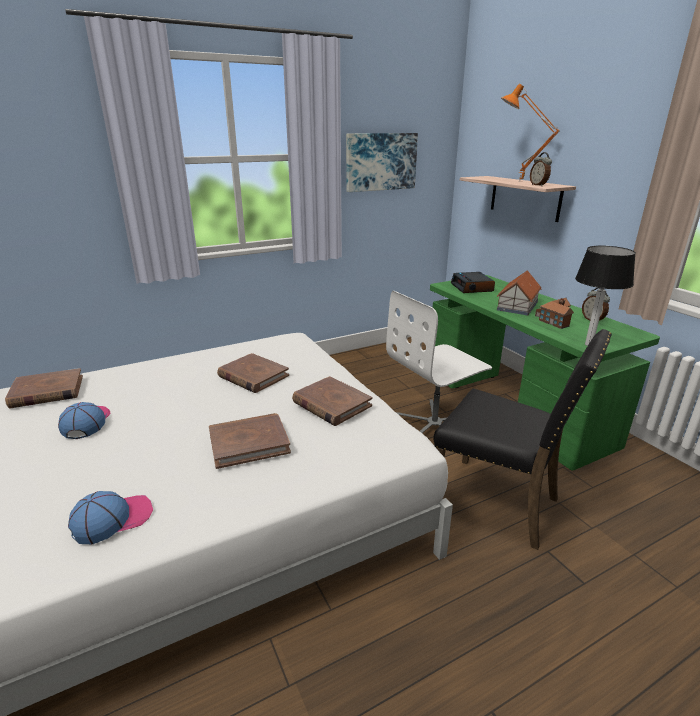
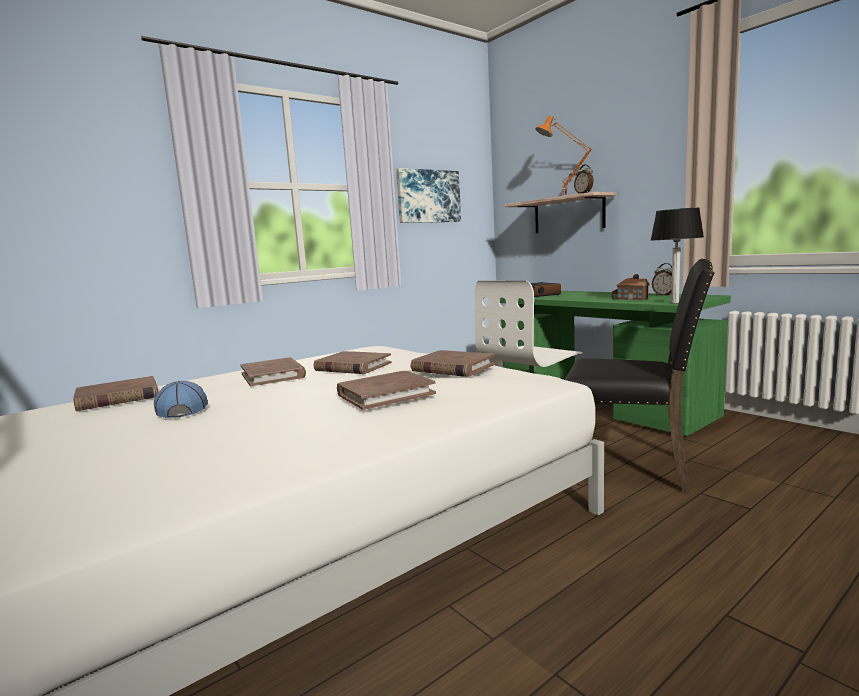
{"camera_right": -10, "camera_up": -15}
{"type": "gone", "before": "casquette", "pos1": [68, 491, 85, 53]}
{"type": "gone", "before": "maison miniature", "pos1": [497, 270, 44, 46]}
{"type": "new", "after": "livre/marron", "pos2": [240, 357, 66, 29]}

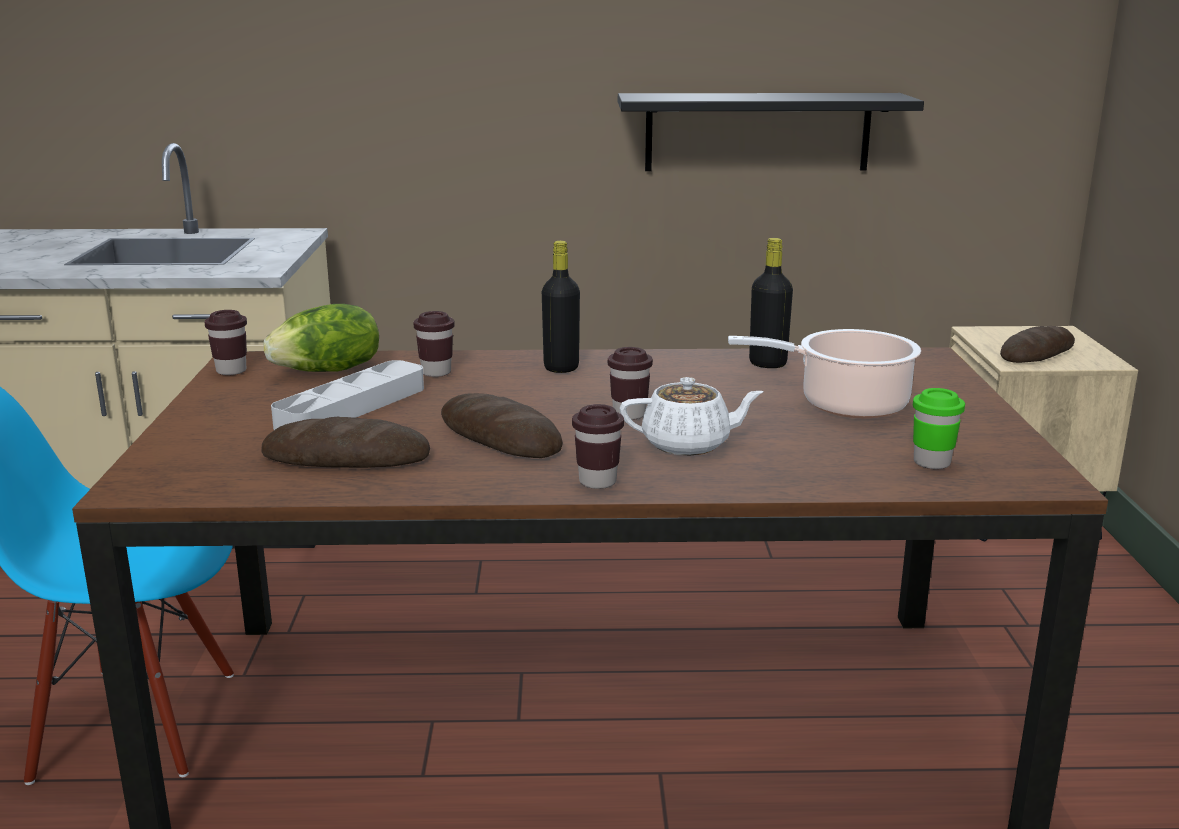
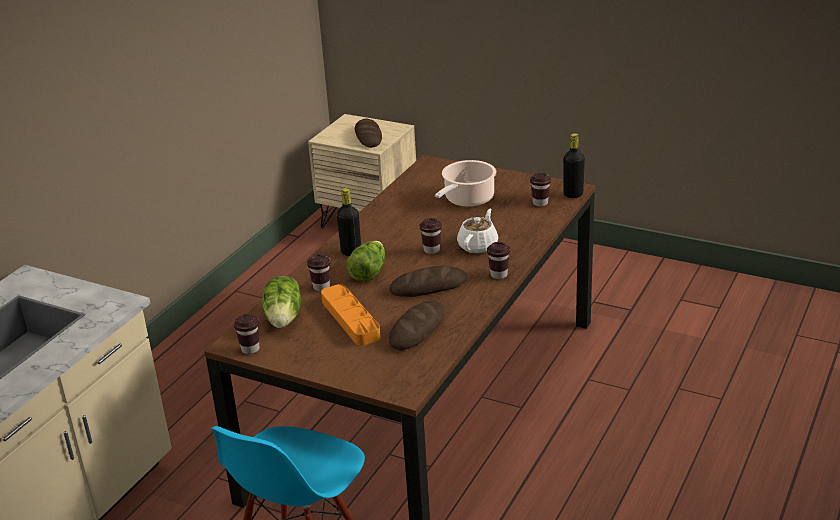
{"camera_right": -60, "camera_up": 10}
{"type": "gone", "before": "étagère/noir", "pos1": [618, 93, 306, 78]}
{"type": "new", "after": "laitue", "pos2": [346, 241, 40, 40]}
{"type": "shifted", "before": "bouteille/noir", "pos1": [749, 238, 44, 130], "pos2": [563, 133, 22, 65]}
{"type": "repainted", "before": "plateau/gris", "after": "plateau/orange", "pos1": [271, 360, 153, 70], "pos2": [321, 284, 60, 62]}
{"type": "repainted", "before": "tasse/vert", "after": "tasse/marron", "pos1": [913, 388, 52, 81], "pos2": [530, 173, 21, 34]}

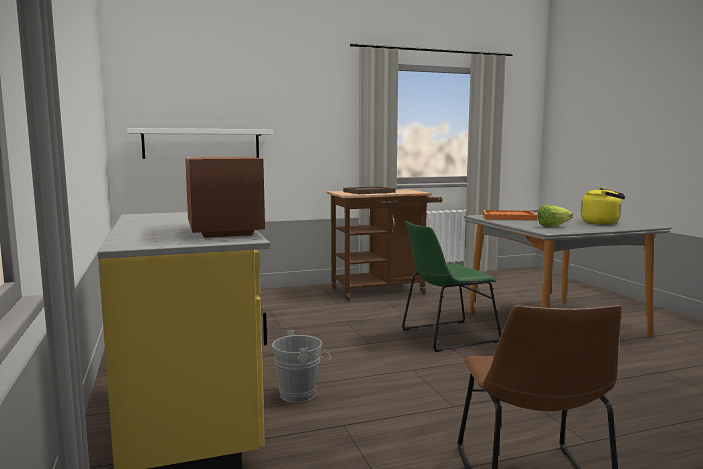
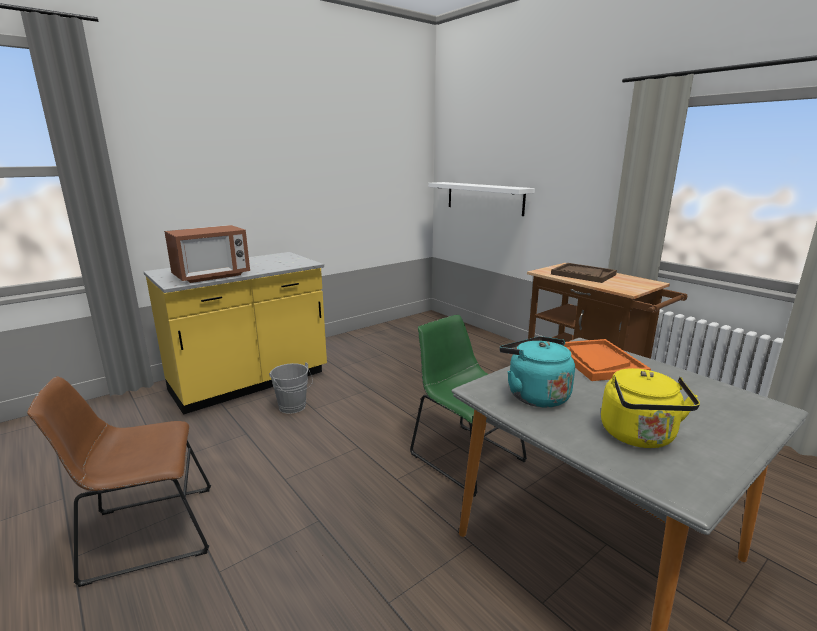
{"camera_right": 70, "camera_up": 10}
{"type": "swapped", "before": "laitue", "after": "bouilloire/turquoise", "pos1": [538, 205, 35, 22], "pos2": [499, 336, 76, 72]}

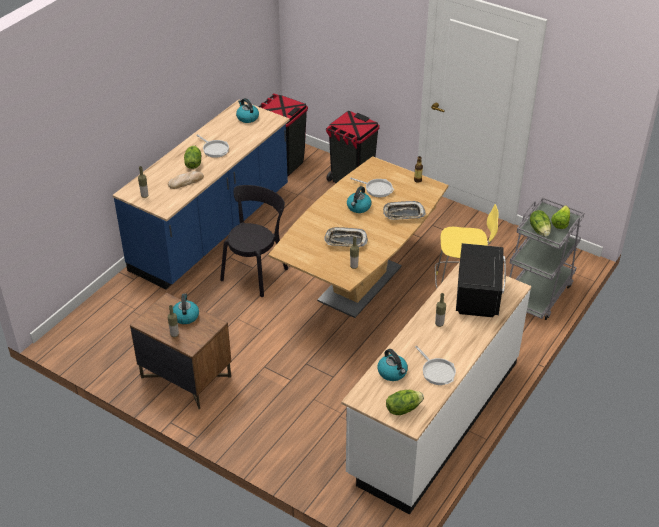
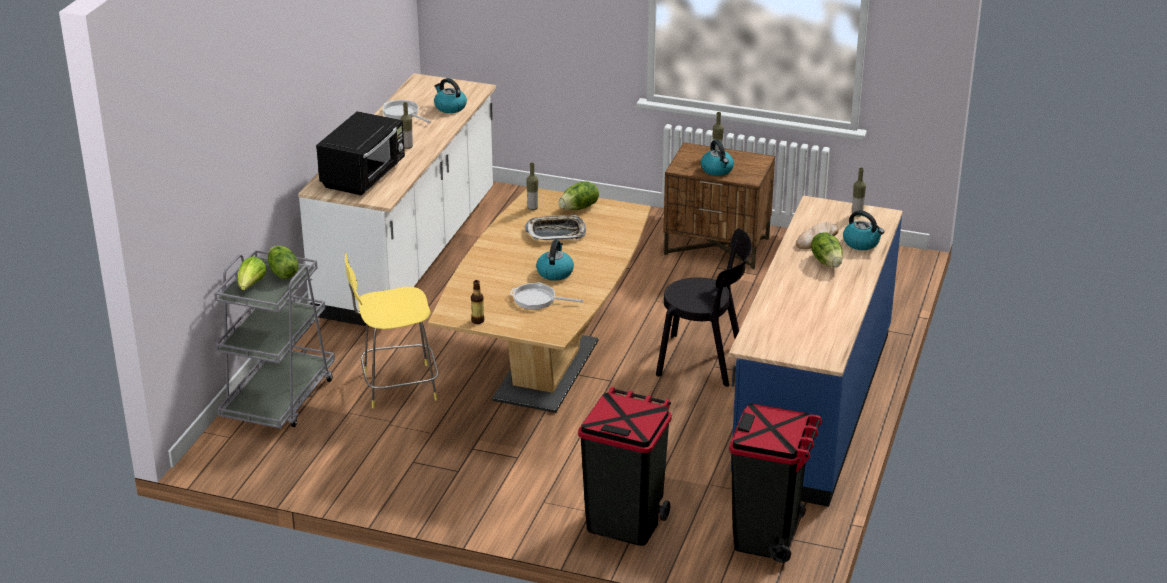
{"camera_right": 165, "camera_up": -10}
{"type": "gone", "before": "poêle", "pos1": [196, 134, 33, 24]}
{"type": "gone", "before": "plateau", "pos1": [383, 201, 43, 19]}
{"type": "shifted", "before": "bouilloire", "pos1": [236, 98, 23, 25], "pos2": [843, 210, 41, 40]}
{"type": "shifted", "before": "laitue", "pos1": [386, 390, 38, 25], "pos2": [559, 181, 40, 29]}
{"type": "rotated", "before": "chaise/noir", "pos1": [220, 185, 68, 112], "pos2": [656, 228, 96, 159], "turn": -90}
{"type": "rotated", "before": "micro-ondes/noir", "pos1": [456, 243, 50, 74], "pos2": [316, 111, 89, 84], "turn": -150}

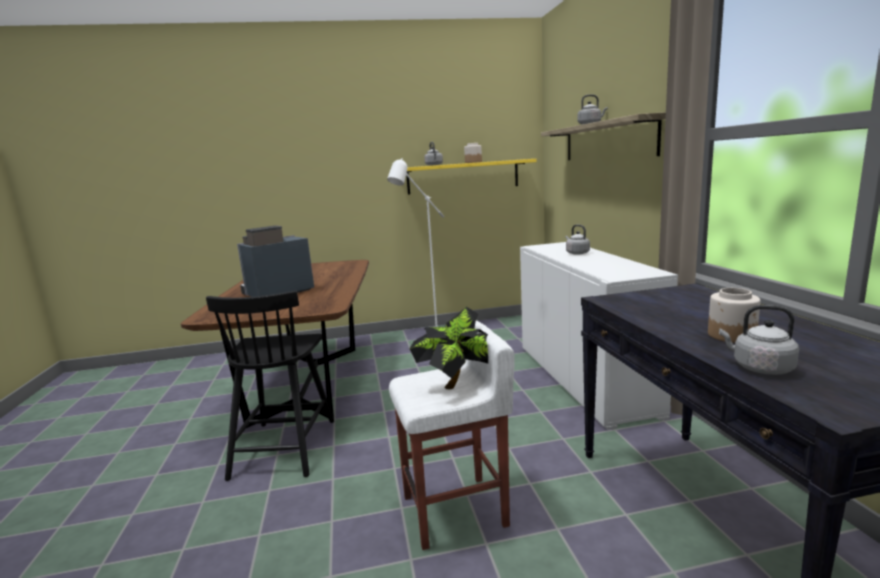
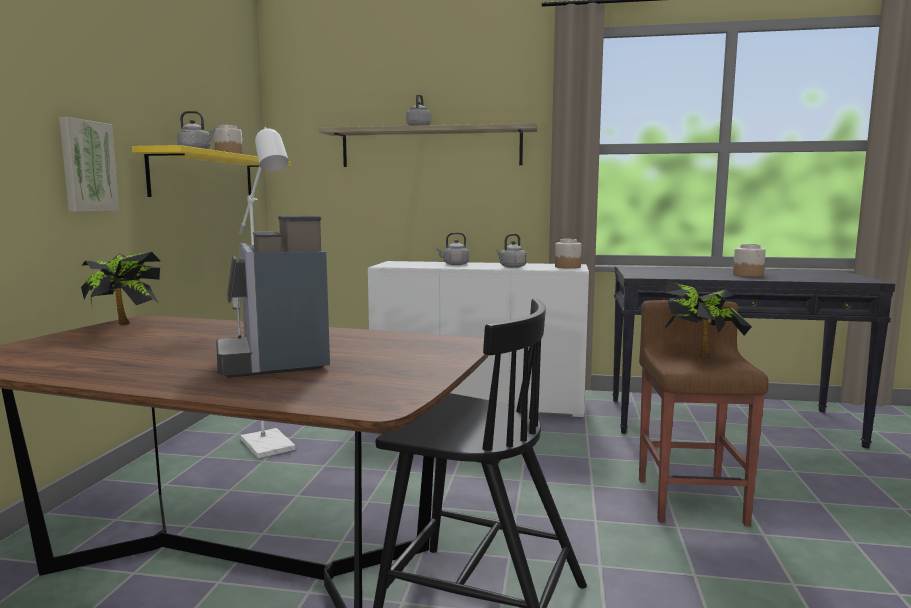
{"camera_right": -70, "camera_up": -5}
{"type": "new", "after": "tableau", "pos2": [59, 117, 60, 95]}
{"type": "new", "after": "plante en pot", "pos2": [81, 252, 79, 73]}
{"type": "new", "after": "bocal", "pos2": [555, 239, 27, 30]}
{"type": "shifted", "before": "bouilloire/gris", "pos1": [719, 305, 80, 70], "pos2": [496, 234, 31, 34]}
{"type": "repainted", "before": "tabouret/blanc", "after": "tabouret/marron", "pos1": [389, 321, 126, 229], "pos2": [639, 300, 130, 226]}

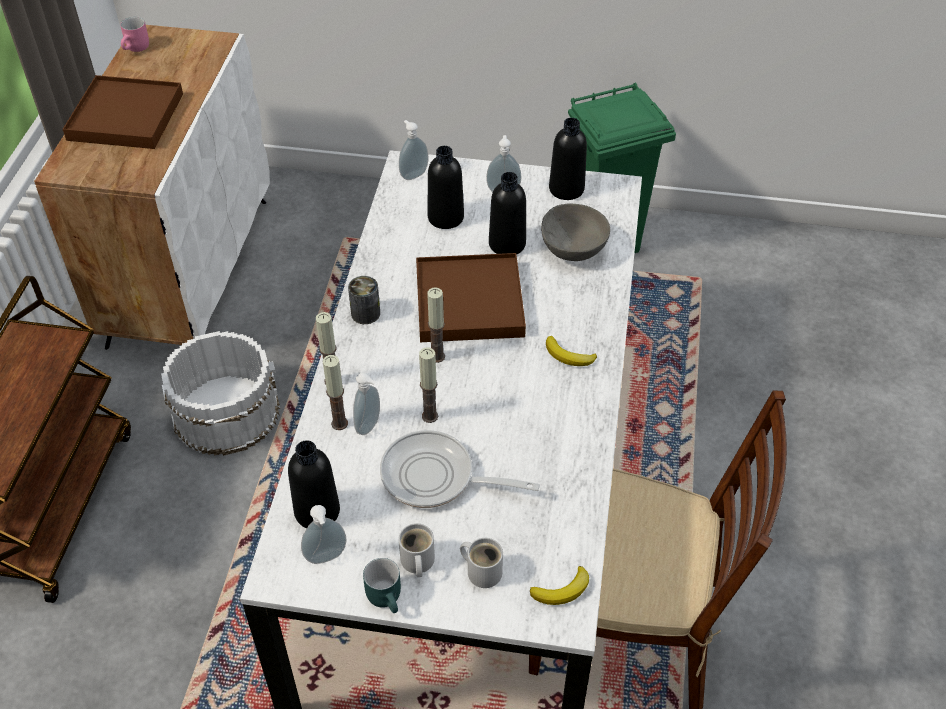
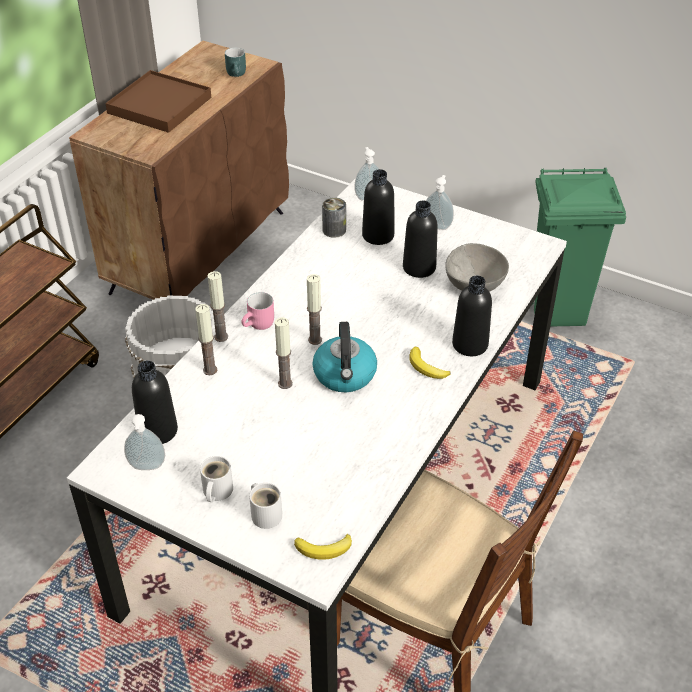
{"camera_right": 20, "camera_up": -5}
{"type": "gone", "before": "distributeur de savon", "pos1": [353, 372, 27, 63]}
{"type": "gone", "before": "poêle", "pos1": [380, 430, 160, 78]}
{"type": "gone", "before": "plateau/marron", "pos1": [416, 253, 110, 89]}
{"type": "new", "after": "bouilloire", "pos2": [312, 322, 65, 70]}
{"type": "shifted", "before": "mug/rose", "pos1": [120, 17, 29, 35], "pos2": [242, 292, 32, 38]}
{"type": "shifted", "before": "boîte métallique", "pos1": [348, 276, 32, 48], "pos2": [322, 197, 24, 41]}
{"type": "shifted", "before": "mug/turquoise", "pos1": [363, 558, 38, 55], "pos2": [225, 48, 21, 29]}
{"type": "shifted", "before": "bouteille/noir", "pos1": [549, 118, 38, 82], "pos2": [452, 276, 40, 80]}
{"type": "repainted", "before": "meuble de rangement/blanc", "after": "meuble de rangement/marron", "pos1": [34, 25, 236, 325], "pos2": [69, 40, 220, 260]}

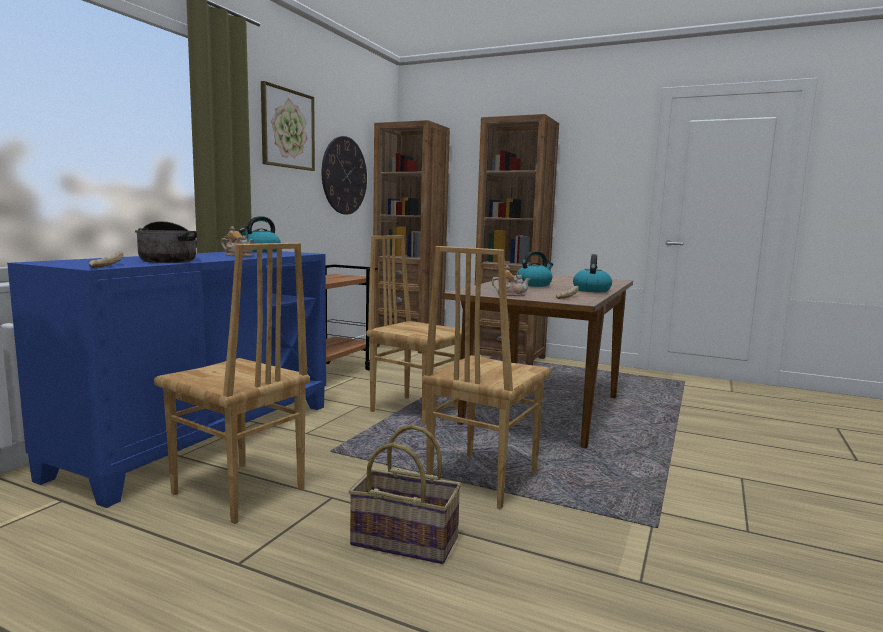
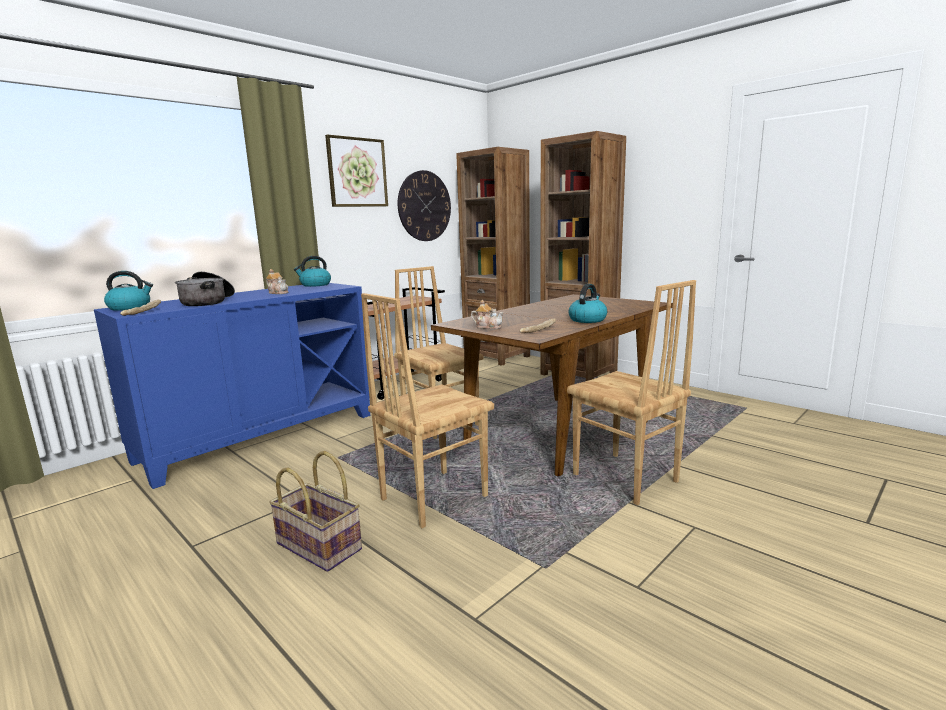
{"camera_right": 20, "camera_up": 5}
{"type": "shifted", "before": "chaise/marron", "pos1": [154, 243, 156, 281], "pos2": [567, 280, 129, 225]}
{"type": "shifted", "before": "bouilloire", "pos1": [516, 251, 37, 36], "pos2": [104, 271, 49, 40]}

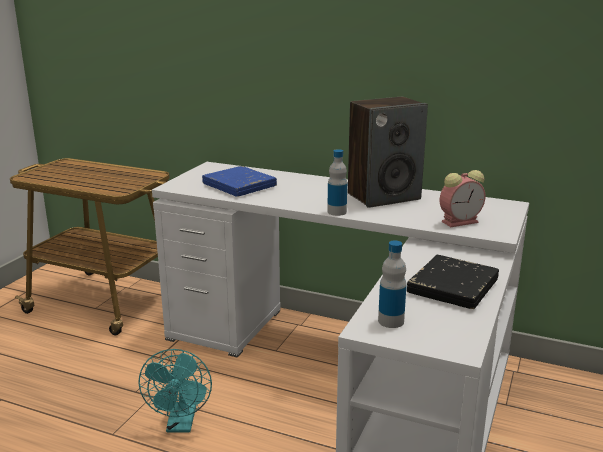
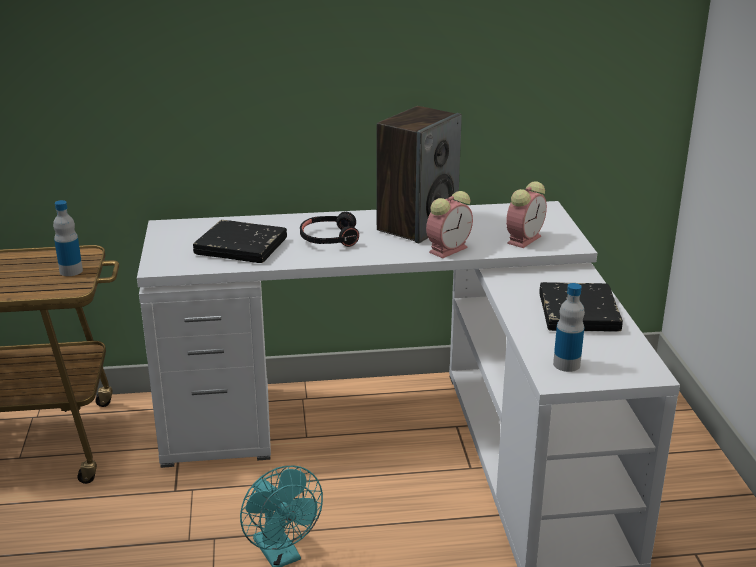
{"camera_right": -30, "camera_up": 5}
{"type": "new", "after": "casque audio/noir", "pos2": [300, 211, 59, 36]}
{"type": "new", "after": "réveil", "pos2": [426, 191, 47, 67]}
{"type": "shifted", "before": "bouteille", "pos1": [327, 149, 20, 67], "pos2": [53, 200, 30, 76]}
{"type": "repainted", "before": "livre/bleu", "after": "livre/noir", "pos1": [202, 166, 75, 31], "pos2": [193, 220, 94, 43]}

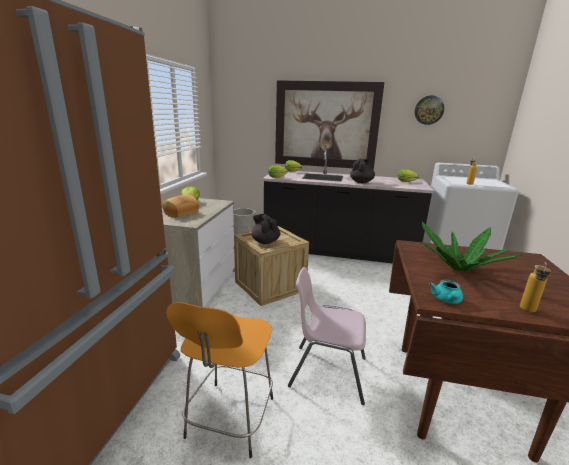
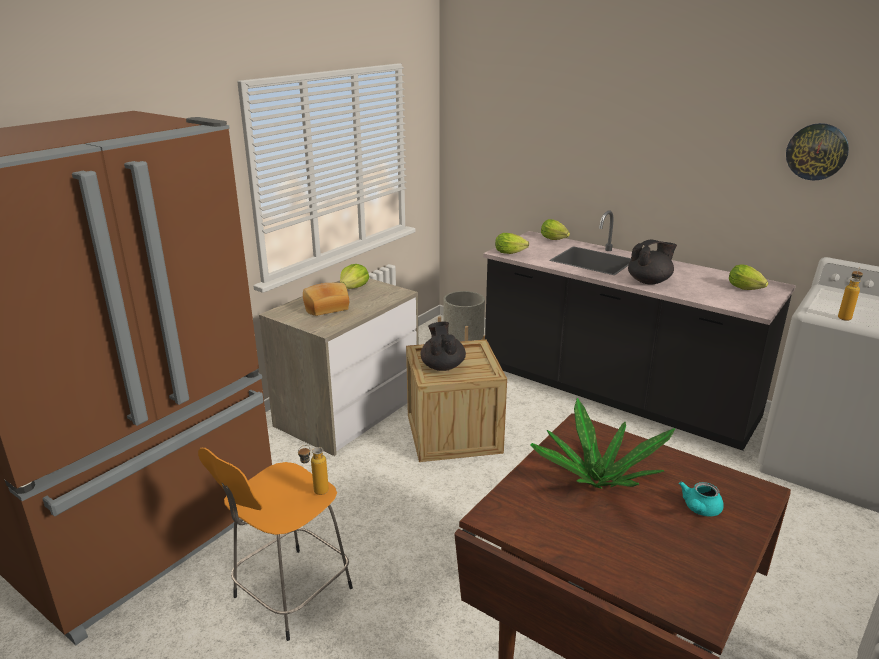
{"camera_right": 25, "camera_up": 5}
{"type": "gone", "before": "tableau", "pos1": [275, 80, 110, 90]}
{"type": "gone", "before": "chaise/rose", "pos1": [288, 267, 78, 138]}
{"type": "shifted", "before": "théière/turquoise", "pos1": [429, 280, 34, 24], "pos2": [679, 482, 45, 34]}
{"type": "shifted", "before": "bouteille", "pos1": [520, 262, 31, 50], "pos2": [298, 445, 31, 50]}

